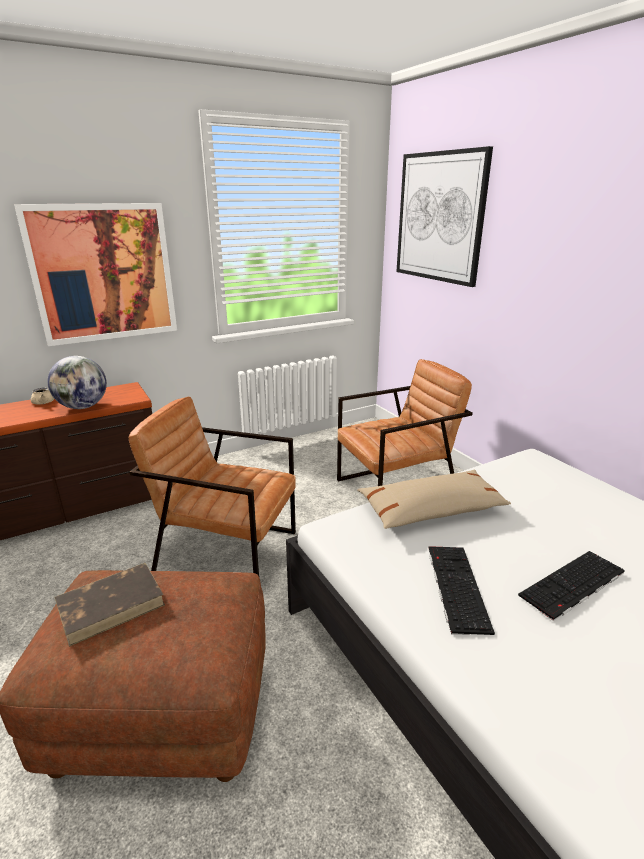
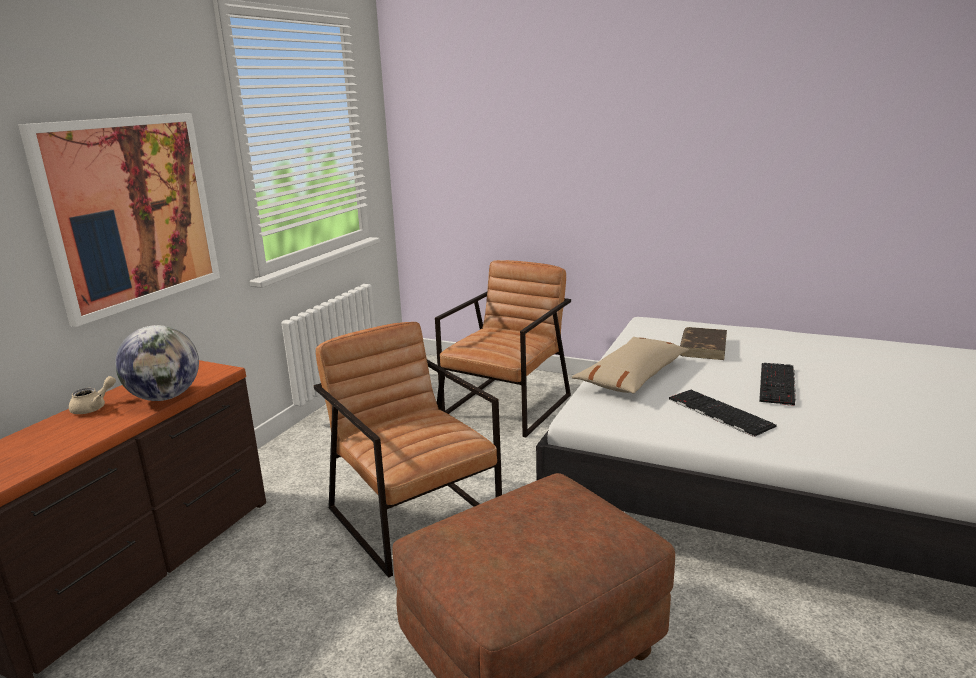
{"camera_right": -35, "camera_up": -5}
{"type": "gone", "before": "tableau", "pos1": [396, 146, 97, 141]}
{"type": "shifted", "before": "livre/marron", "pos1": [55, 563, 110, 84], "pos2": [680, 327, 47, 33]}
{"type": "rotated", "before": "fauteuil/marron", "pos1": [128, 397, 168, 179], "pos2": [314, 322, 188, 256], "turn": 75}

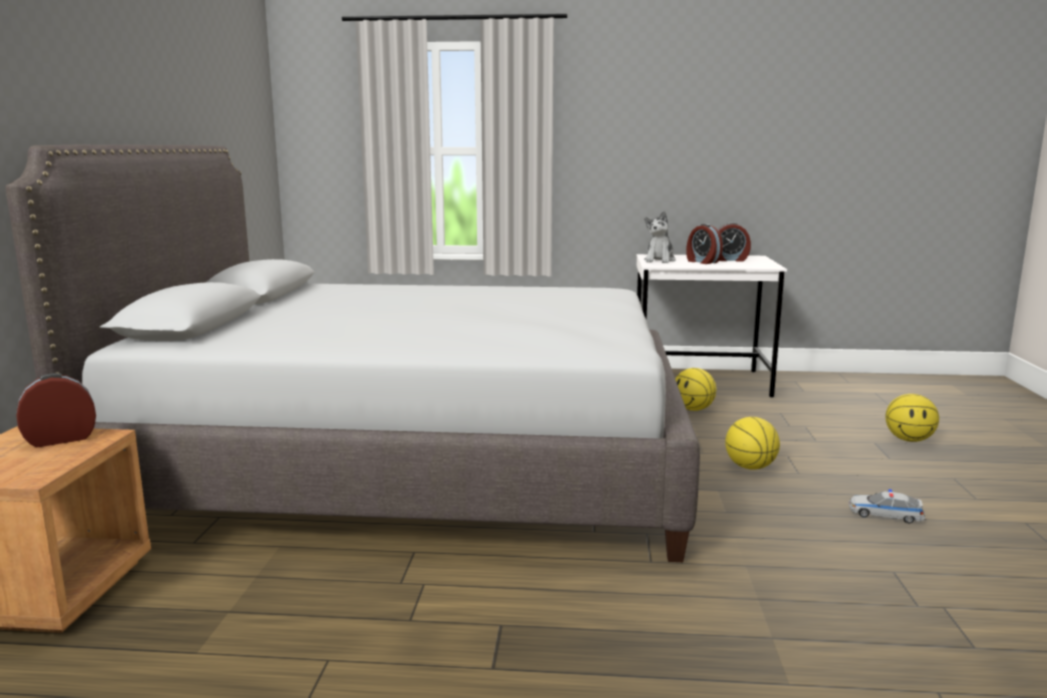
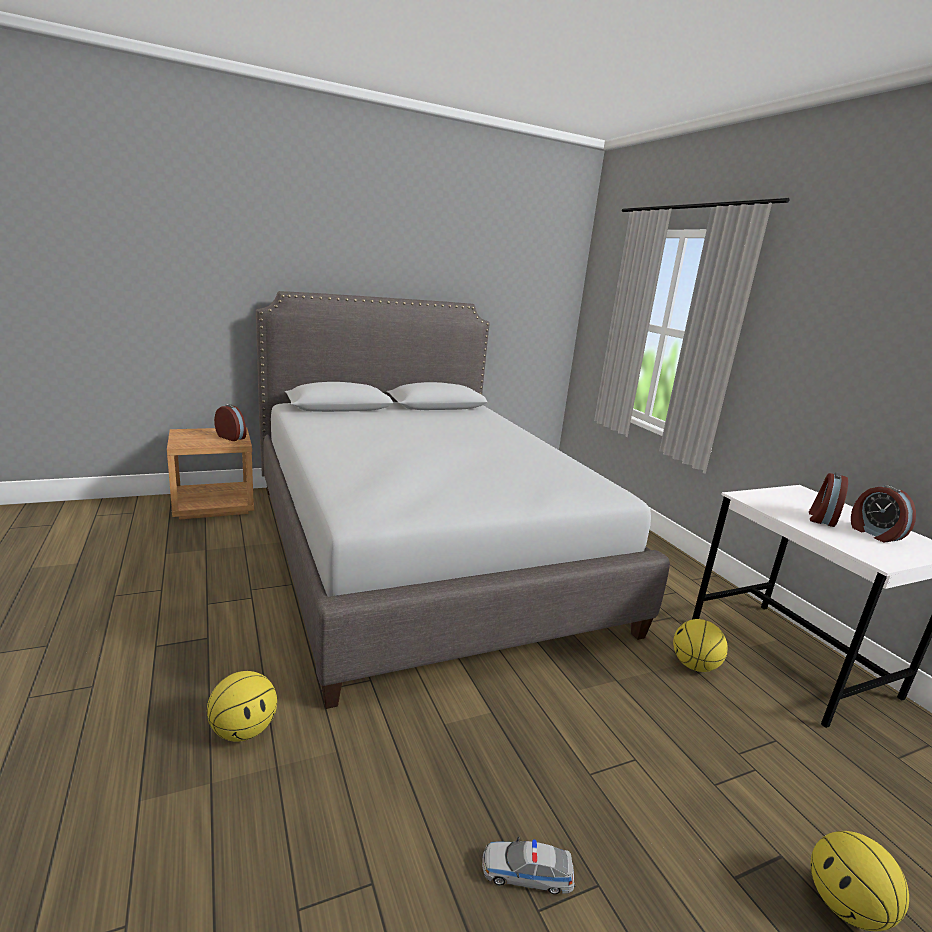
{"camera_right": 60, "camera_up": 5}
{"type": "gone", "before": "peluche", "pos1": [644, 211, 32, 52]}
{"type": "shifted", "before": "ballon de basket", "pos1": [725, 417, 55, 53], "pos2": [207, 671, 70, 71]}
{"type": "rotated", "before": "petite voiture", "pos1": [849, 489, 77, 34], "pos2": [482, 837, 93, 57], "turn": -75}

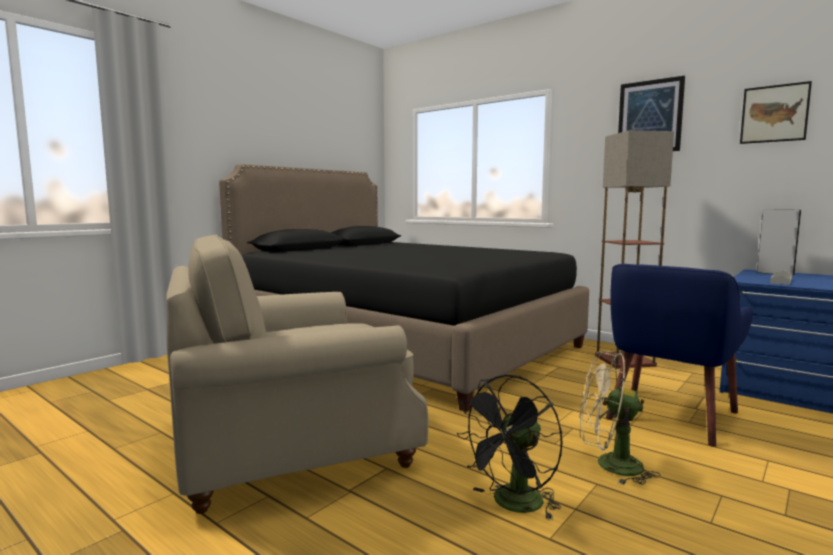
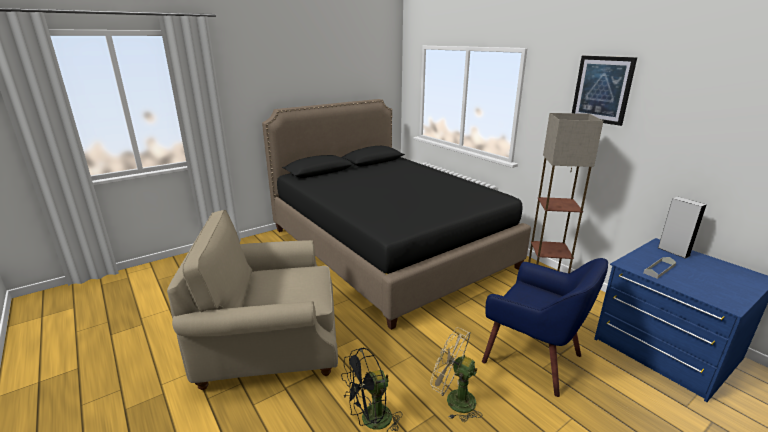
{"camera_right": 15, "camera_up": 15}
{"type": "gone", "before": "tableau", "pos1": [740, 81, 72, 63]}
{"type": "rotated", "before": "fauteuil/bleu", "pos1": [606, 264, 147, 183], "pos2": [482, 258, 126, 139], "turn": -105}

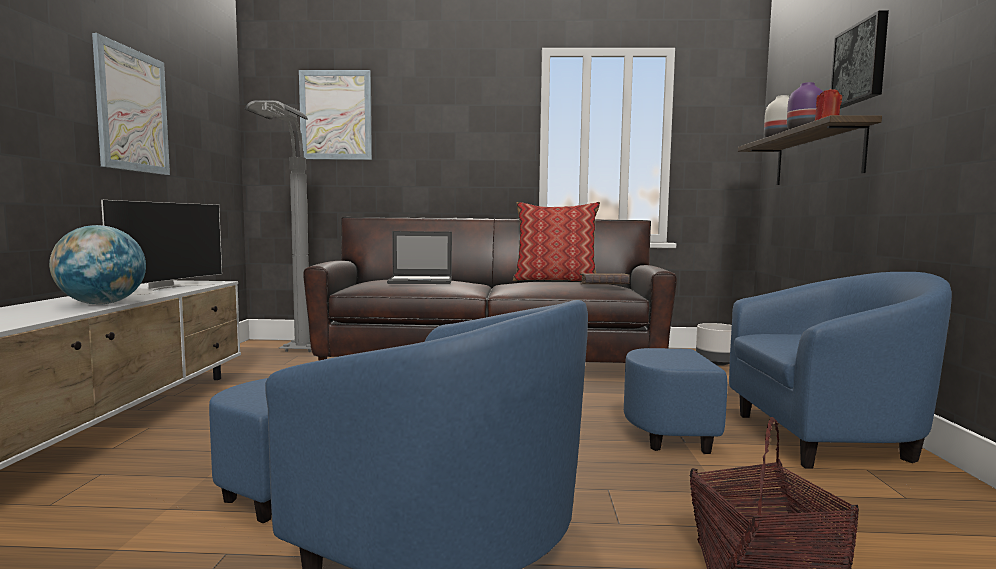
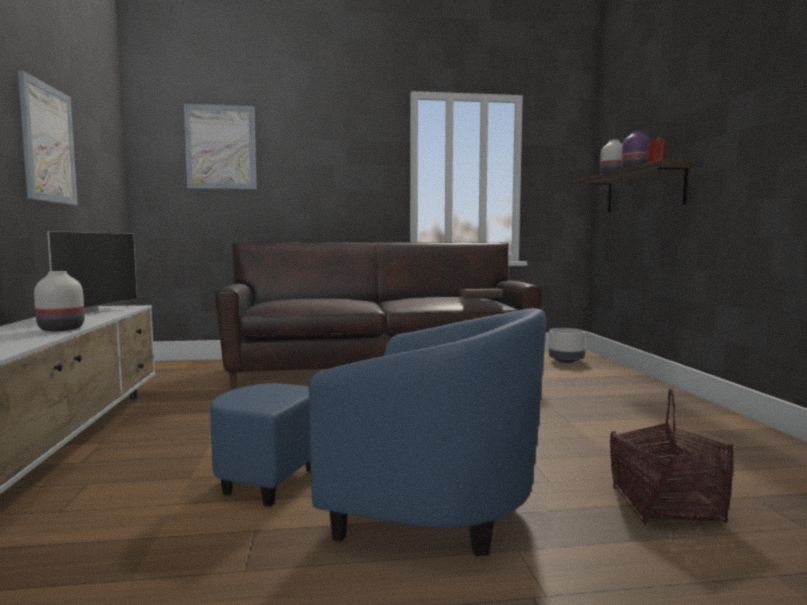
{"camera_right": -10, "camera_up": 0}
{"type": "gone", "before": "lampadaire/gris", "pos1": [245, 100, 66, 252]}
{"type": "gone", "before": "ordinateur portable", "pos1": [387, 231, 65, 53]}
{"type": "gone", "before": "coussin", "pos1": [513, 202, 87, 79]}
{"type": "gone", "before": "fauteuil/bleu", "pos1": [624, 272, 328, 197]}
{"type": "gone", "before": "tableau", "pos1": [831, 11, 58, 98]}
{"type": "swapped", "before": "globe", "after": "vase/blanc", "pos1": [49, 225, 97, 80], "pos2": [34, 271, 51, 60]}

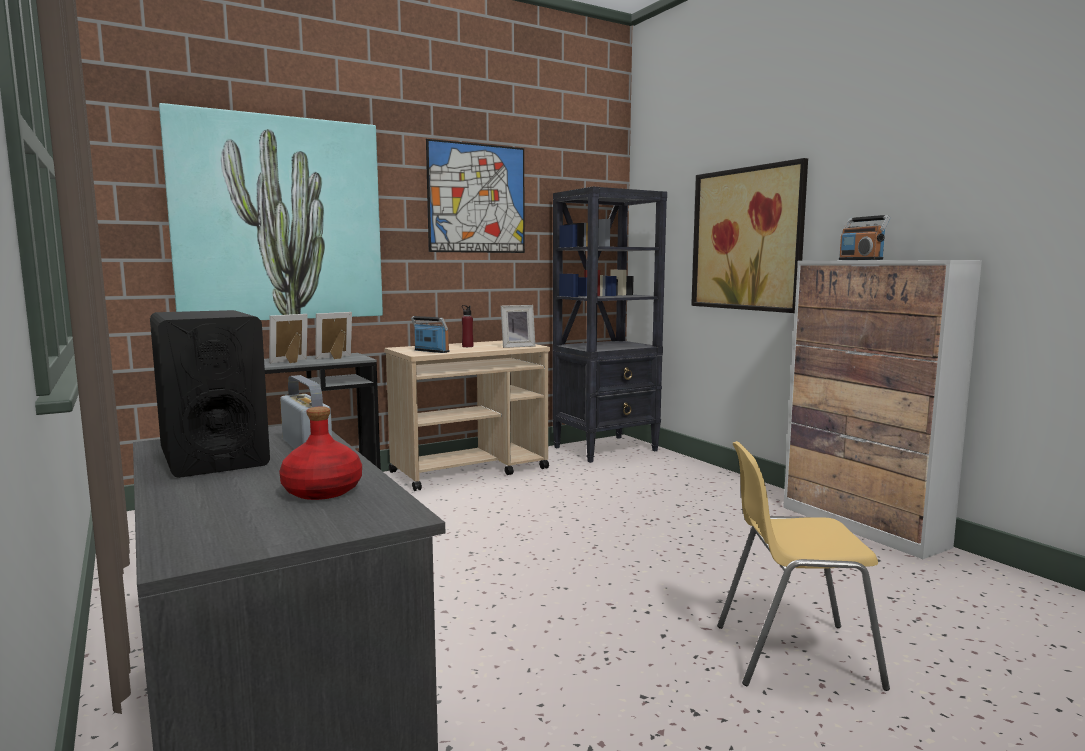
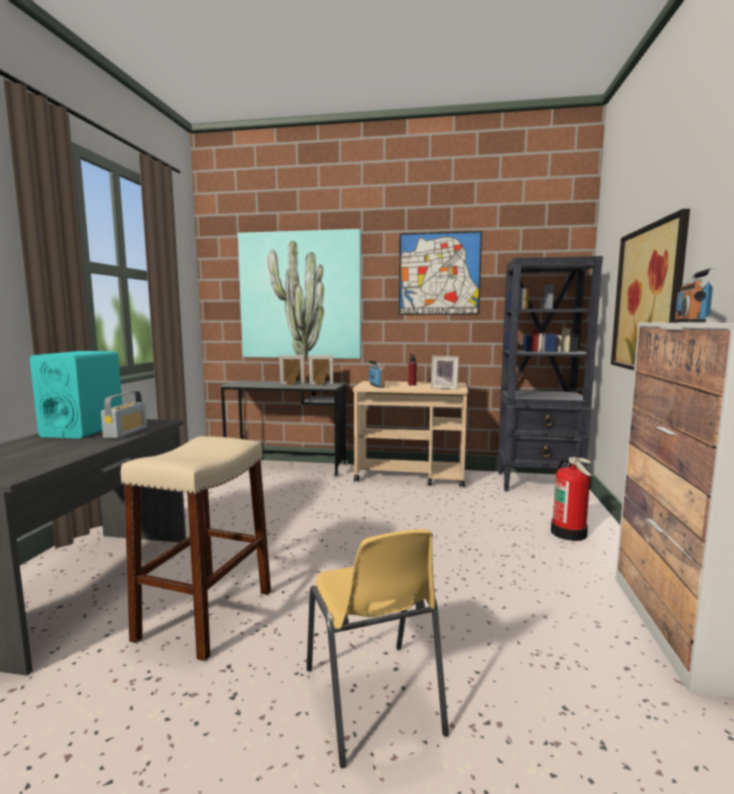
{"camera_right": 40, "camera_up": 0}
{"type": "gone", "before": "bouteille/rouge", "pos1": [279, 406, 83, 94]}
{"type": "new", "after": "tabouret/beige", "pos2": [121, 436, 150, 225]}
{"type": "new", "after": "extincteur", "pos2": [551, 457, 42, 84]}
{"type": "repainted", "before": "enceinte/noir", "after": "enceinte/turquoise", "pos1": [150, 310, 120, 168], "pos2": [30, 351, 92, 88]}
{"type": "rotated", "before": "chaise/jaune", "pos1": [717, 441, 173, 250], "pos2": [307, 529, 142, 239], "turn": -150}

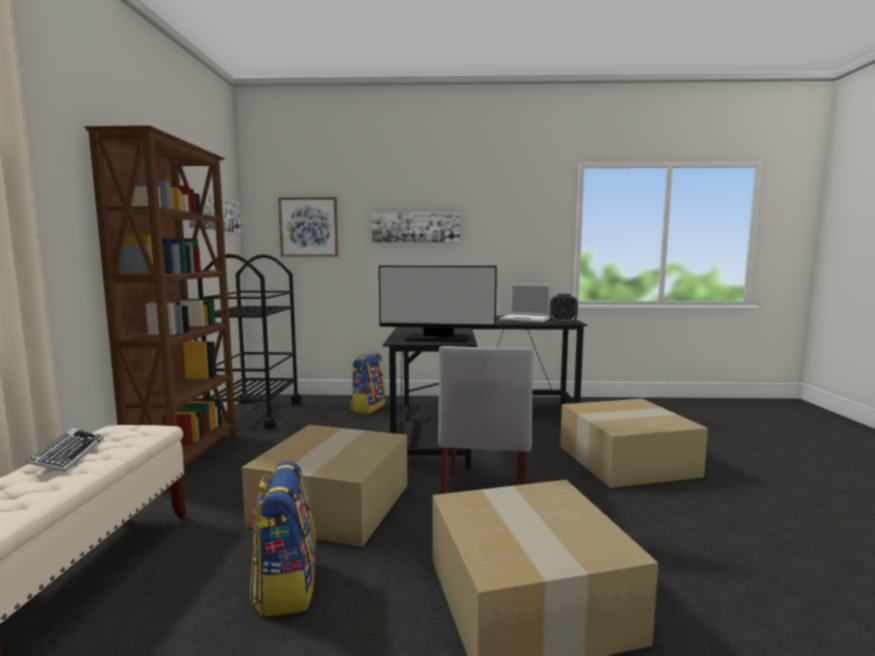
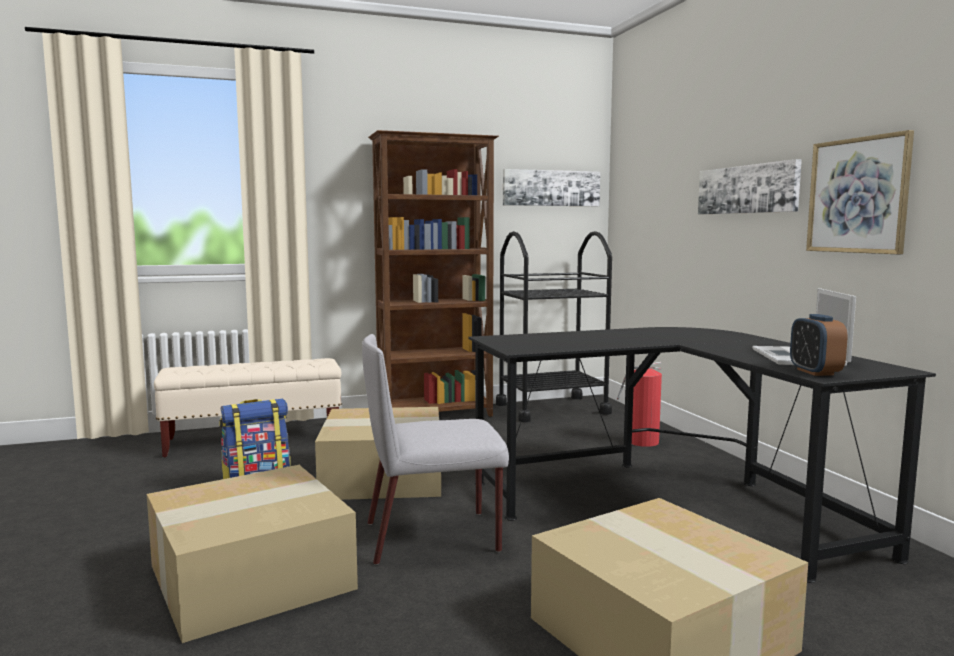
{"camera_right": 70, "camera_up": 0}
{"type": "gone", "before": "clavier", "pos1": [26, 428, 78, 44]}
{"type": "gone", "before": "écran d'ordinateur", "pos1": [379, 266, 118, 76]}
{"type": "shifted", "before": "tableau", "pos1": [278, 197, 60, 59], "pos2": [806, 130, 108, 124]}
{"type": "swapped", "before": "sac à dos", "after": "extincteur", "pos1": [350, 352, 36, 62], "pos2": [617, 362, 45, 85]}

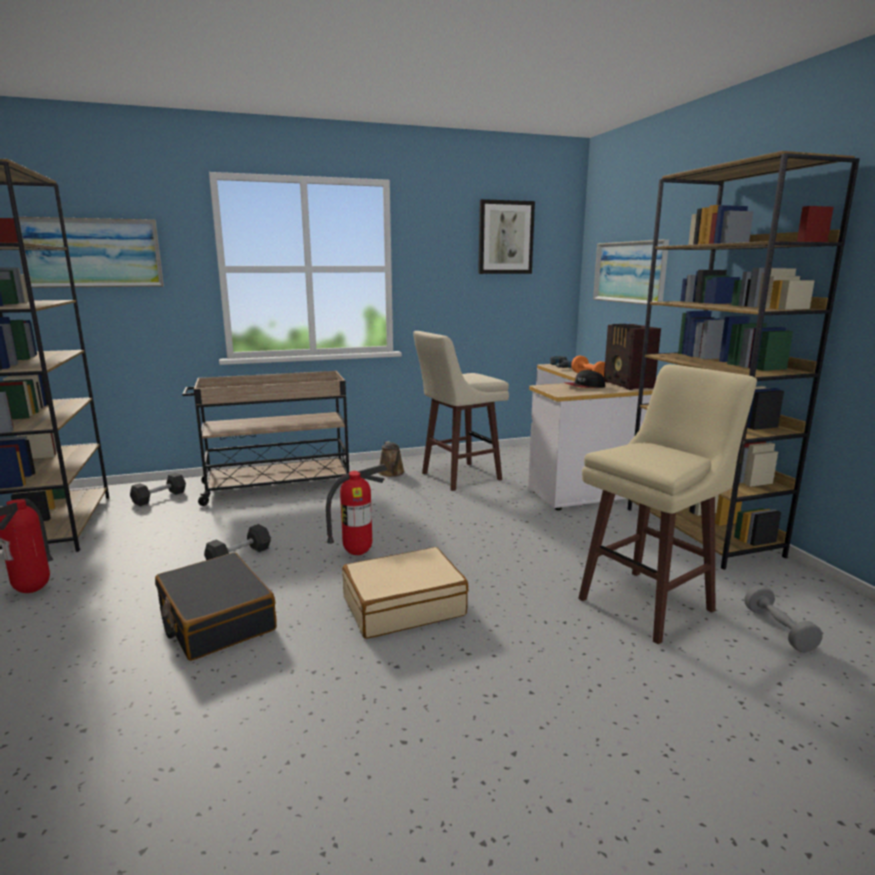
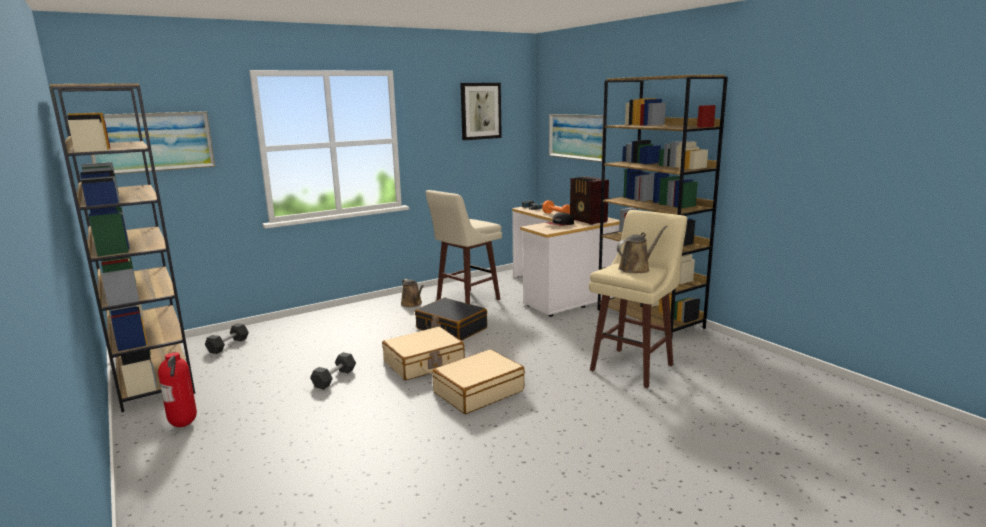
{"camera_right": -15, "camera_up": 0}
{"type": "gone", "before": "chariot/beige", "pos1": [182, 371, 167, 135]}
{"type": "gone", "before": "haltère/gris", "pos1": [744, 585, 78, 68]}
{"type": "new", "after": "arrosoir/marron", "pos2": [617, 225, 50, 48]}
{"type": "shifted", "before": "valise/noir", "pos1": [155, 553, 122, 108], "pos2": [415, 298, 72, 43]}
{"type": "swapped", "before": "extincteur", "after": "valise/beige", "pos1": [326, 464, 62, 91], "pos2": [382, 327, 83, 53]}

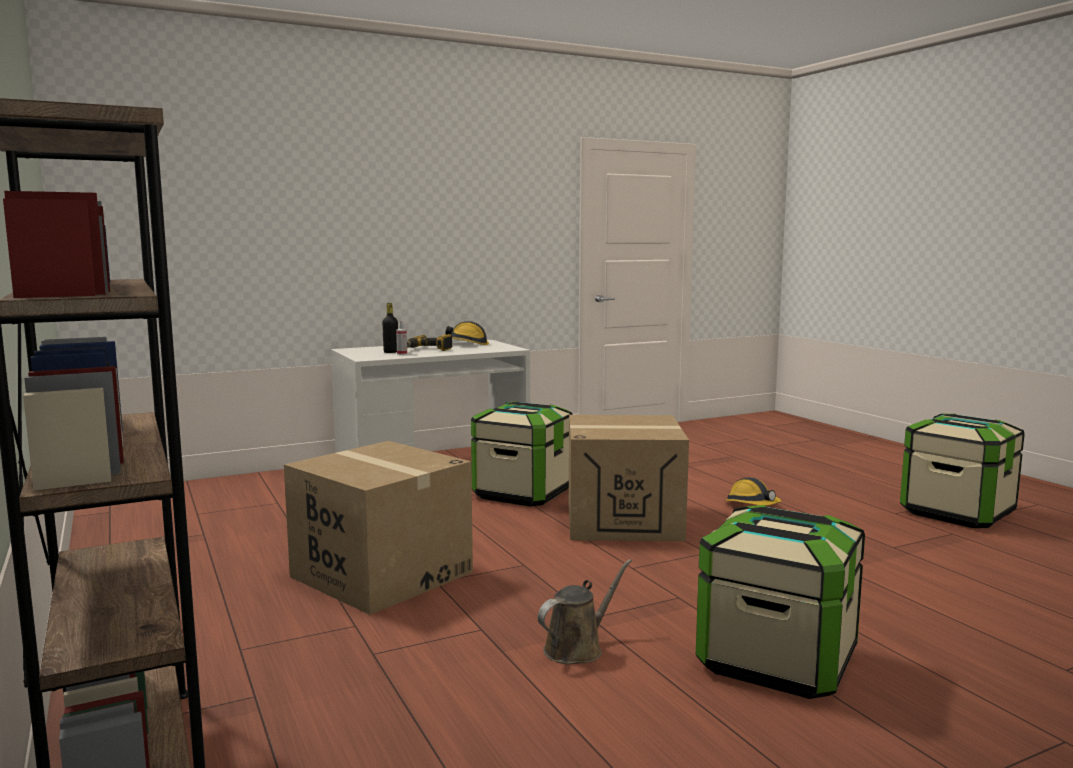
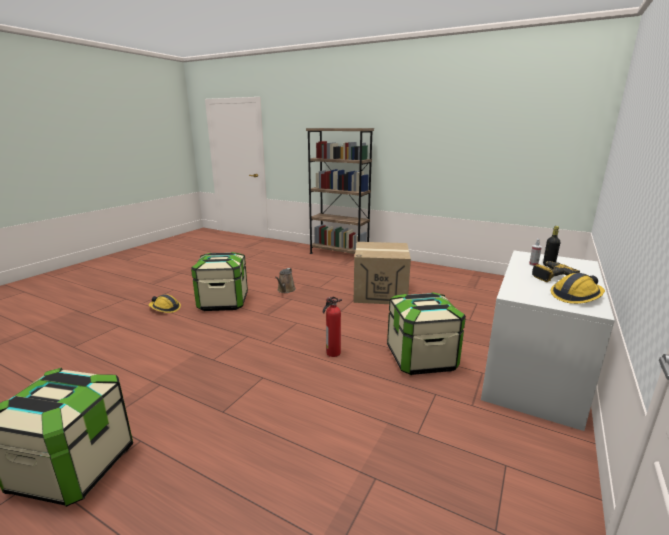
{"camera_right": 145, "camera_up": 10}
{"type": "shifted", "before": "casque de chantier", "pos1": [725, 477, 56, 29], "pos2": [149, 294, 32, 19]}
{"type": "swapped", "before": "carton", "after": "extincteur", "pos1": [569, 415, 120, 126], "pos2": [323, 297, 19, 60]}

